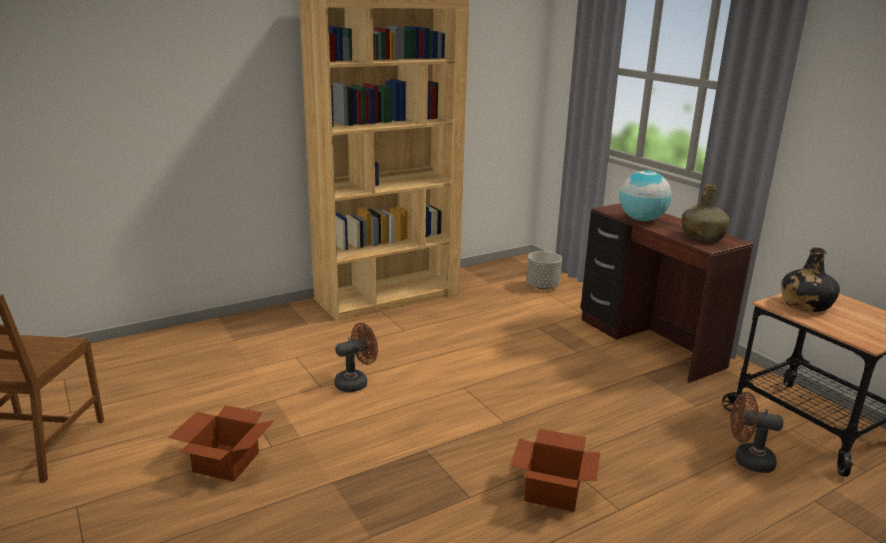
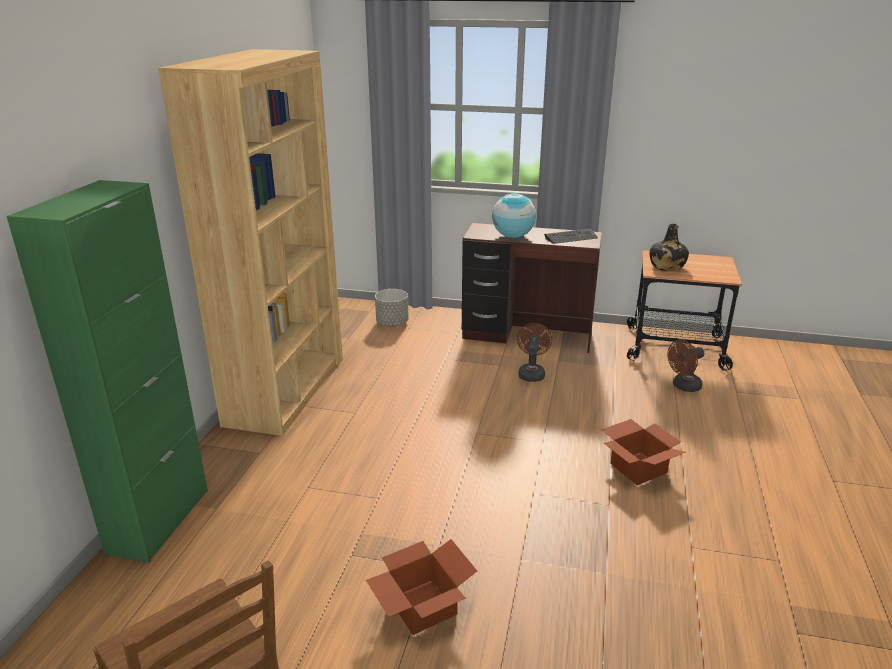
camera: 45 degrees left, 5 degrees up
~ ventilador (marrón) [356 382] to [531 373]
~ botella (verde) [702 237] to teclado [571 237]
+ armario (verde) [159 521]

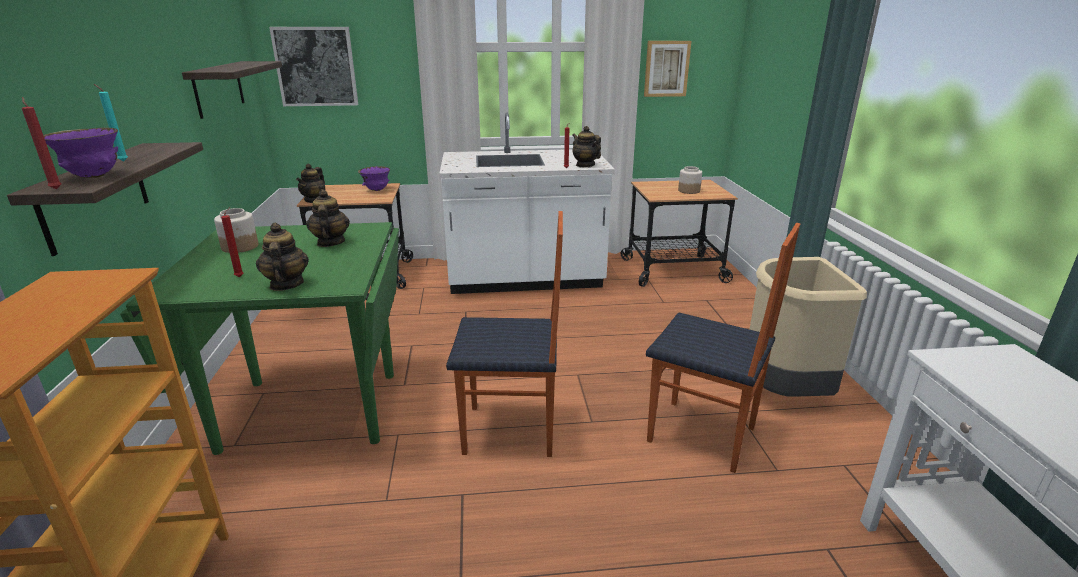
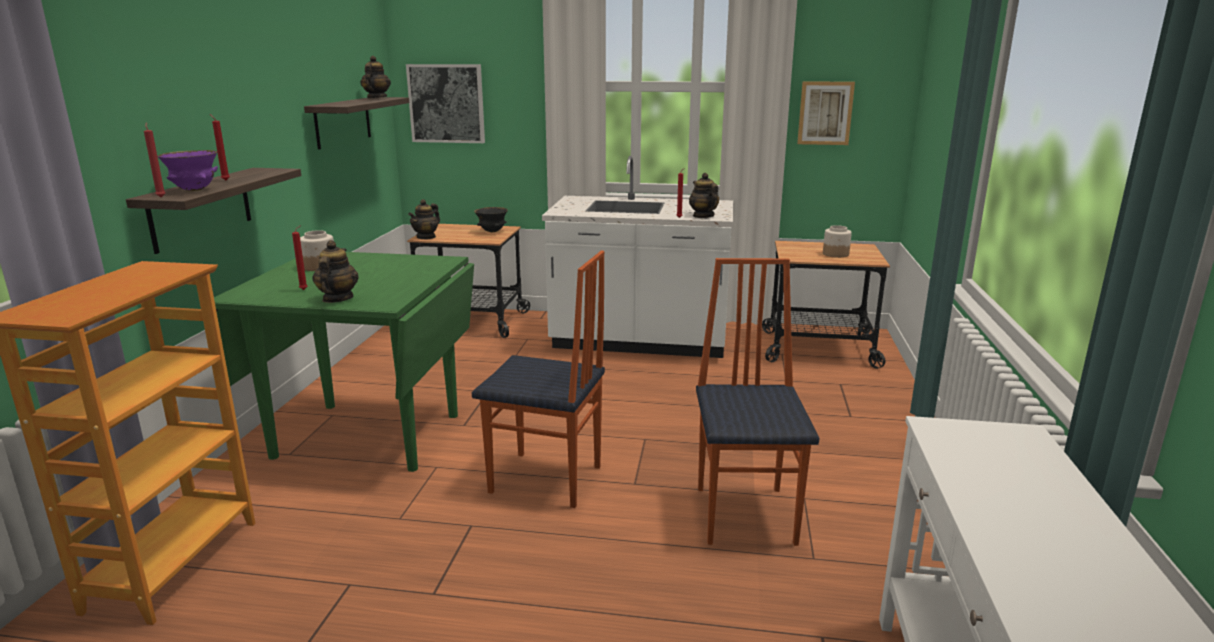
camera: 15 degrees right, 5 degrees down
~ vela (turquesa) [122 161] to vela (rojo) [225 180]
~ tetera [330 243] to [376 98]
~ cuenco (morado) [376 190] to cuenco (negro) [492 232]
~ silla [701 436] = [747 514] 135 degrees counterclockwise
- papelera (beis) [783 393]

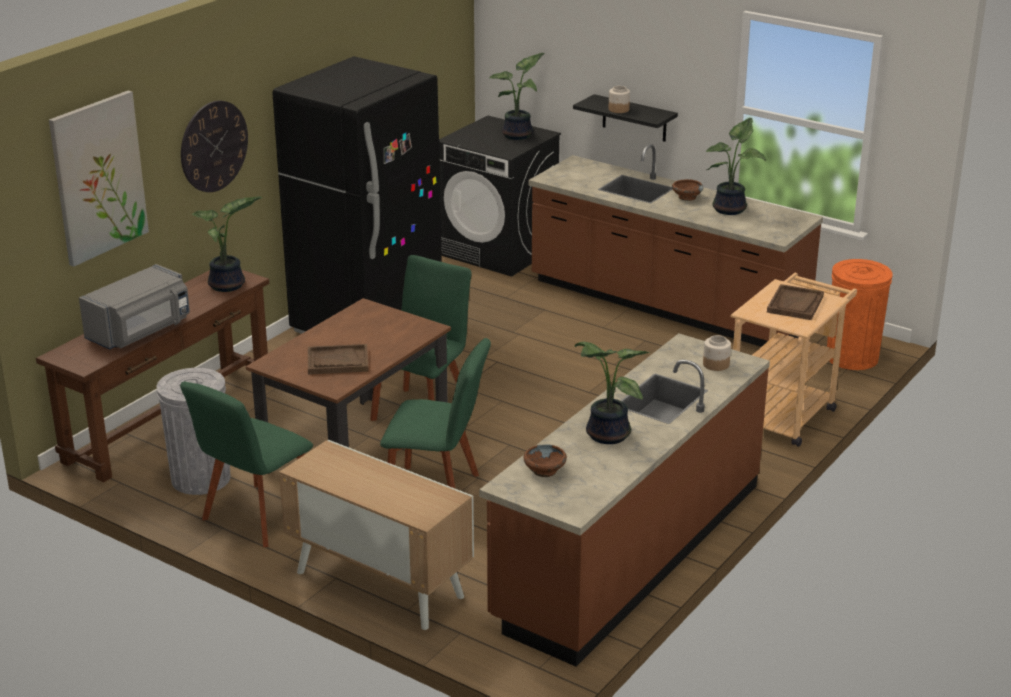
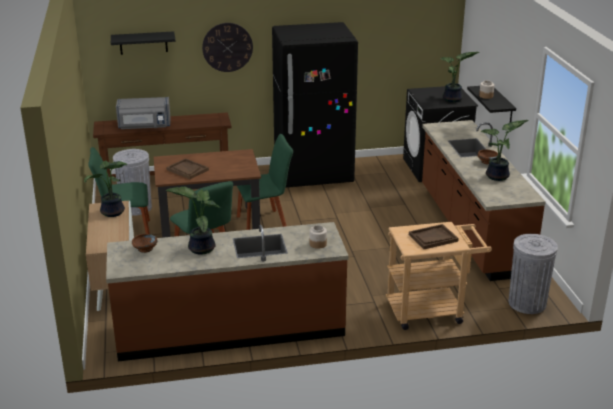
camera: 45 degrees right, 0 degrees up
~ cuadro [98 177] to estante (negro) [143 43]
~ planta en maceta [228 286] to [112 213]
~ papelera (naranja) [852 357] to papelera (gris) [527 303]

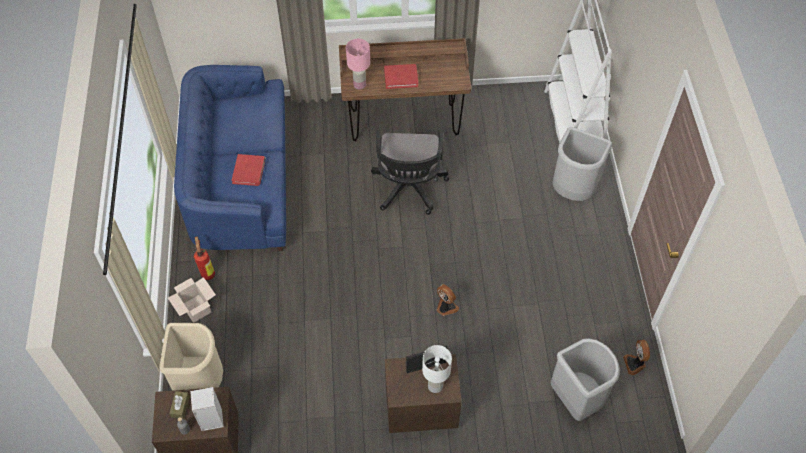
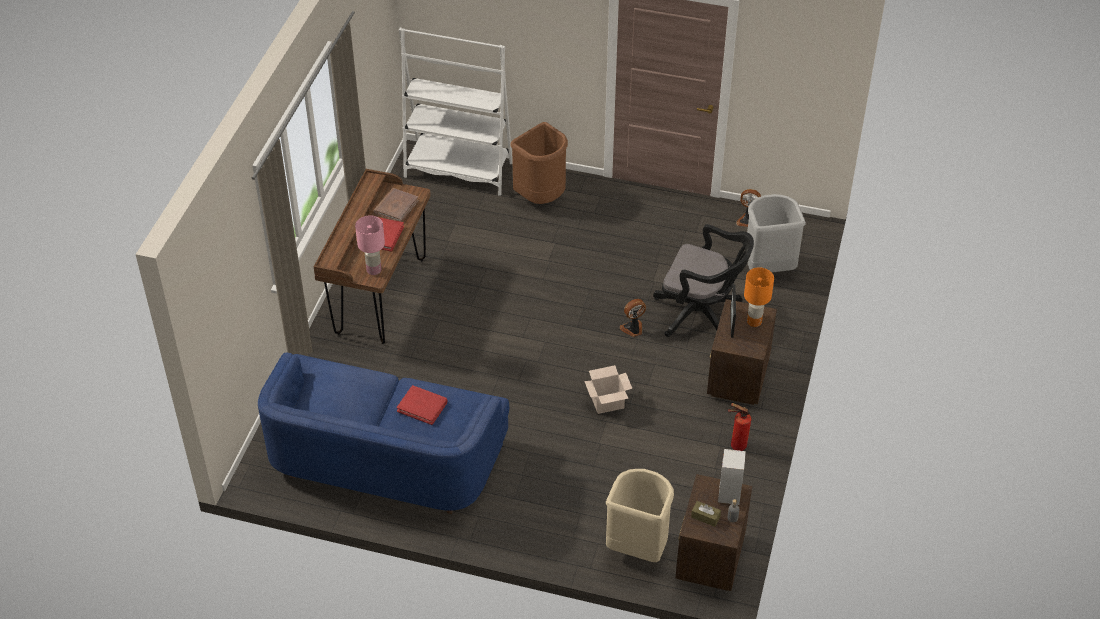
camera: 70 degrees left, 10 degrees down
~ caja de cartón [195 308] to [607 403]
~ extintor [208 273] to [736 445]
~ silla de oficina (negro) [408 190] to [701 314]
~ lámpara de mesa (blanco) [435 386] to lámpara de mesa (naranja) [754 321]
~ papelera (gris) [573 191] to papelera (marrón) [541 198]
+ libro (marrón) [396 207]

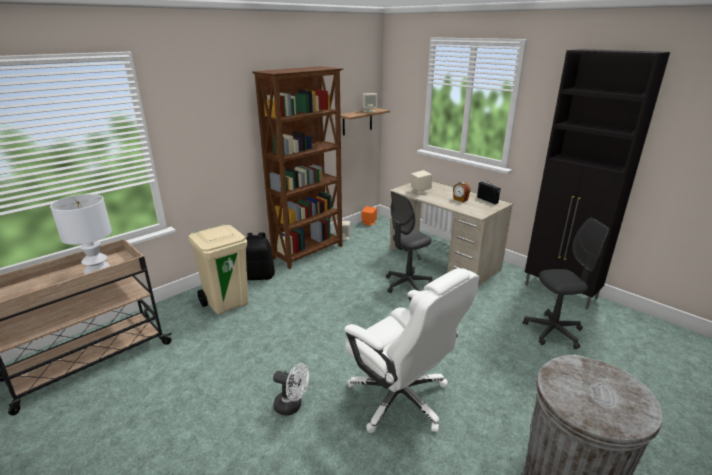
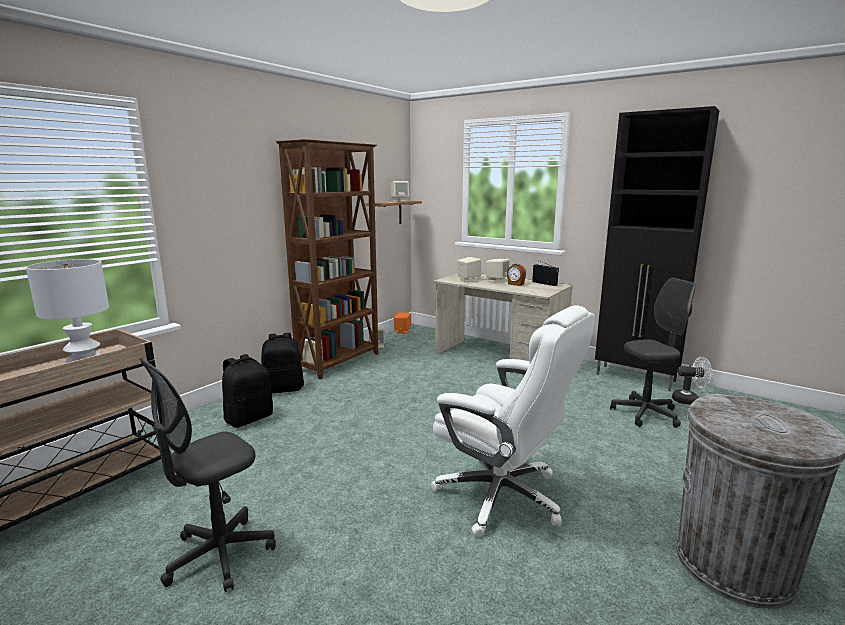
camera: 10 degrees left, 10 degrees down
~ papelera (beis) [227 303] to mochila (negro) [249 418]
~ ventilador (blanco) [292 406] to [689 400]
~ silla de oficina (gris) [407 285] to [220 555]
+ altavoz (beis) [497 281]

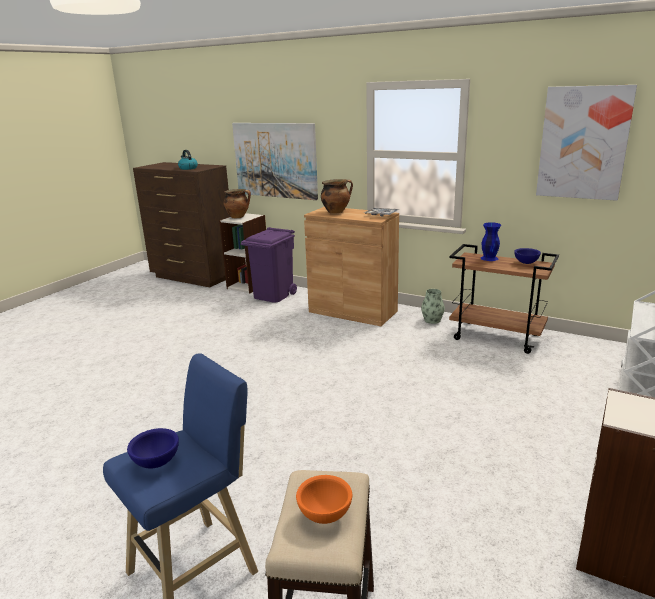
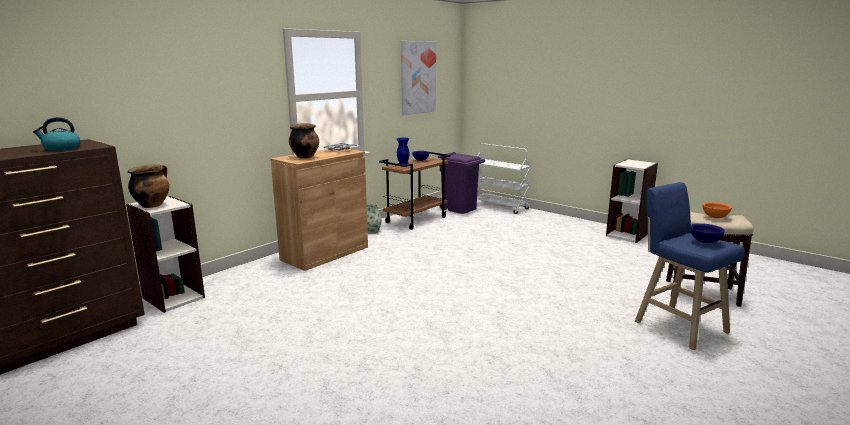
camera: 80 degrees left, 5 degrees down
- cuadro [275 160]
~ papelera (morado) [273 295] to [459 208]

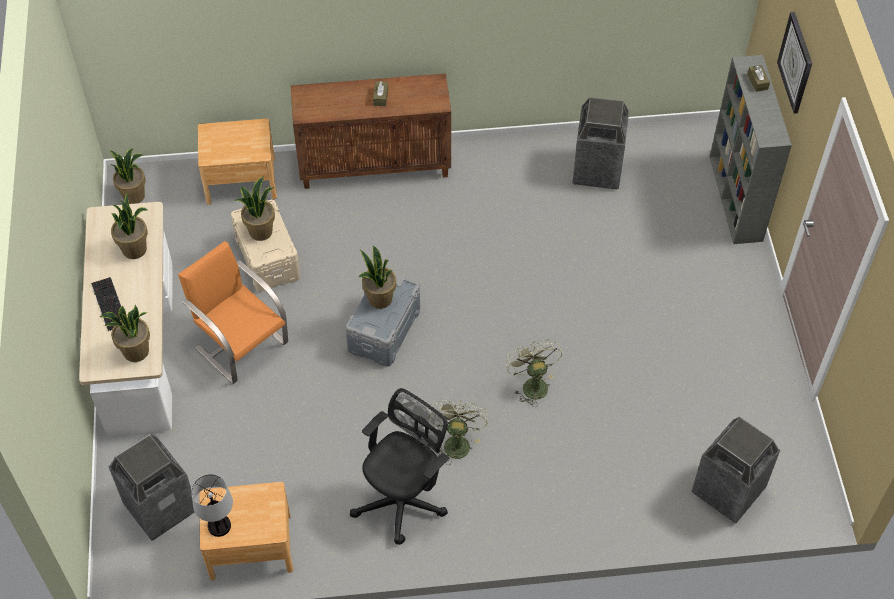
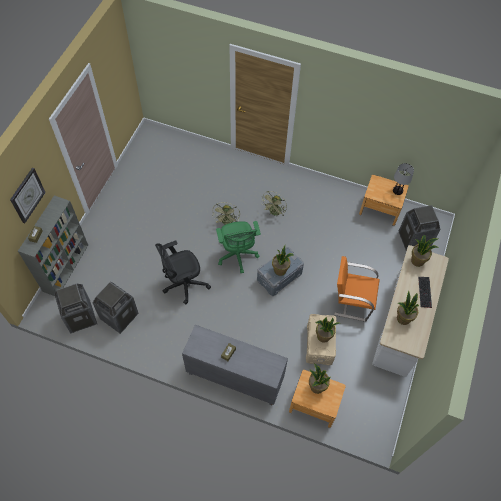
camera: 155 degrees left, 5 degrees up
~ planta en maceta [134 195] to [316 387]
~ silla (naranja) [241 344] = [351 301] 120 degrees clockwise
~ armario (marrón) [375 165] to armario (gris) [234 377]
~ silla de oficina (negro) [404 500] to [183 284]
~ papelera [728 491] to [81 317]
+ silla de oficina (verde) [237 255]

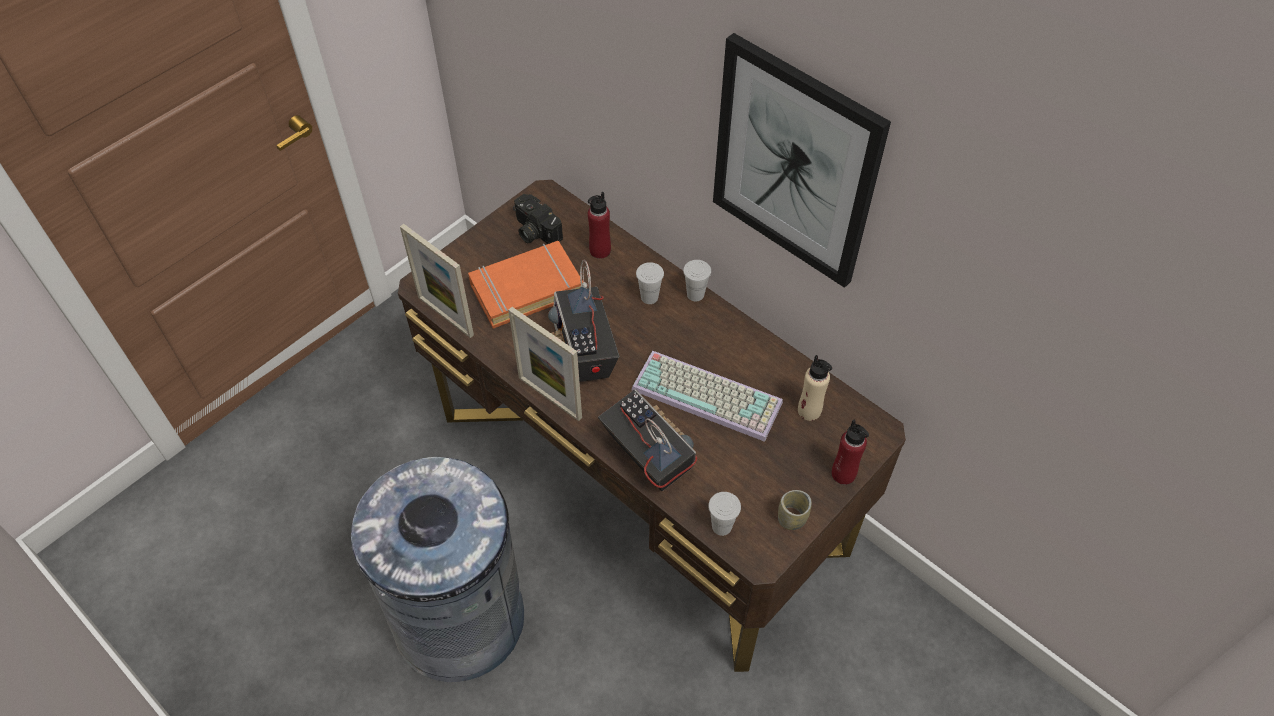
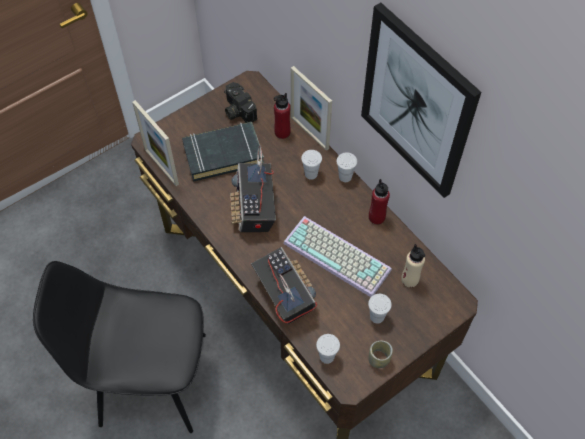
camera: 10 degrees right, 5 degrees up
~ papelera (gris) [460 619] to silla (negro) [149 378]
~ libro (naranja) [526 289] to libro (negro) [223 154]
~ portarretratos [550 397] to [309 133]
~ botella (rojo) [843 474] to [376 217]
+ taza (blanco) [377 317]

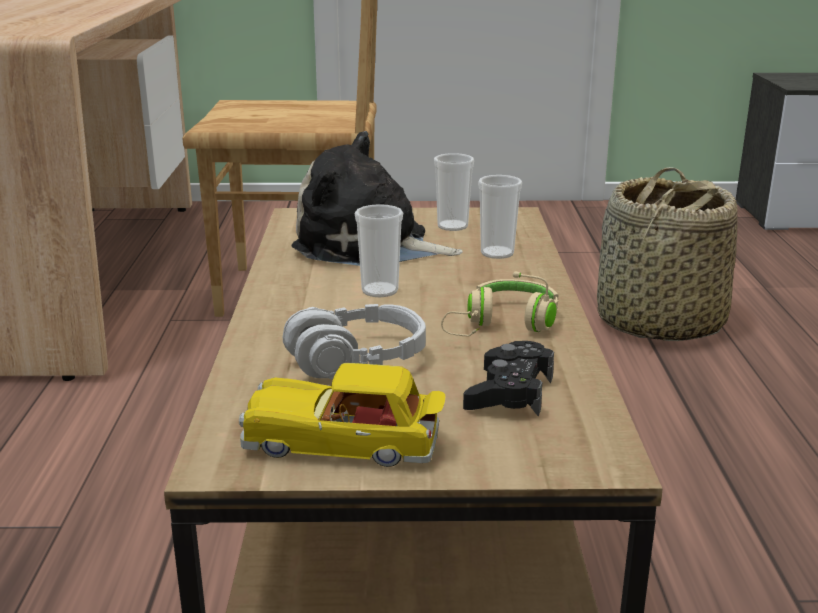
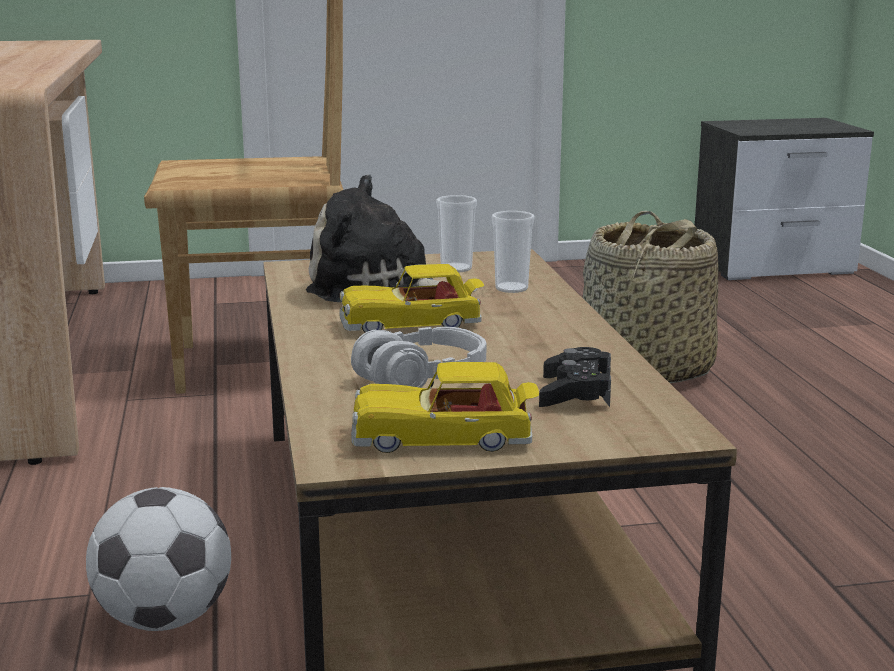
camera: 10 degrees left, 5 degrees down
~ taza [380 291] to coche de juguete [412 324]
- auriculares (beis) [504 325]
+ balón de fútbol [164 619]

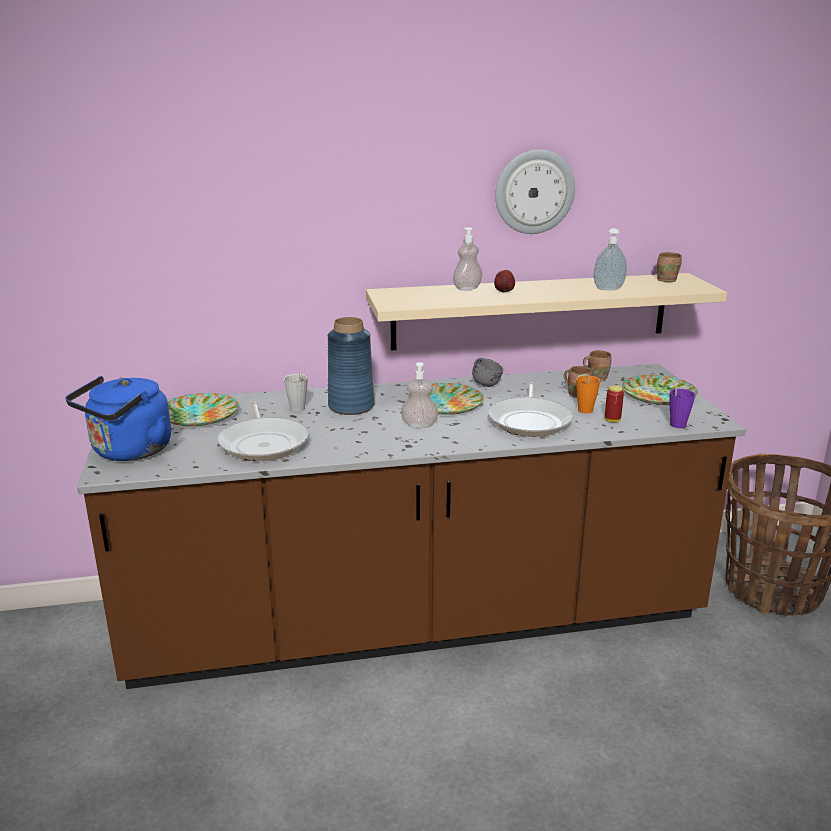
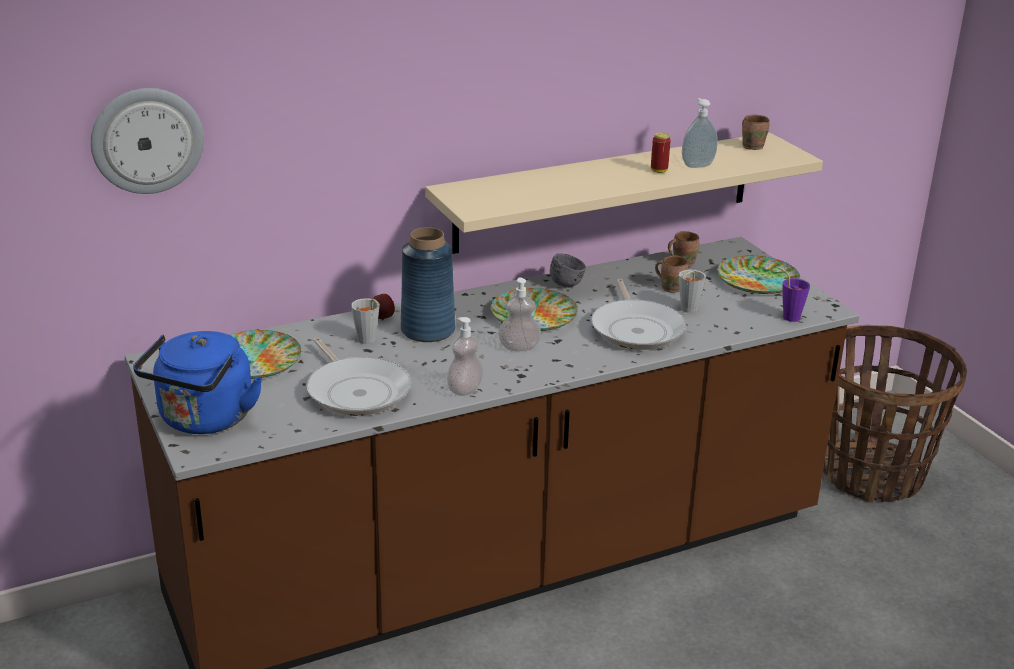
camera: 15 degrees left, 5 degrees up
~ dispensador de jabón [467 288] to [465 389]
~ manzana [504 292] to [382 318]
~ reloj de pared [534 192] to [147 140]
~ taza (naranja) [582 411] to taza (gris) [686 310]
~ lata [612 420] to [659 171]

